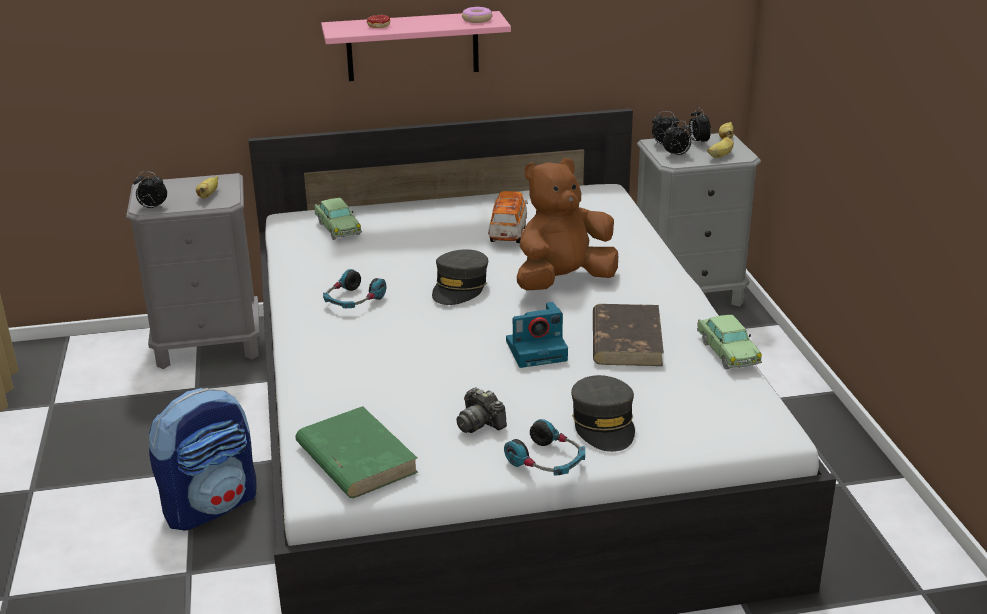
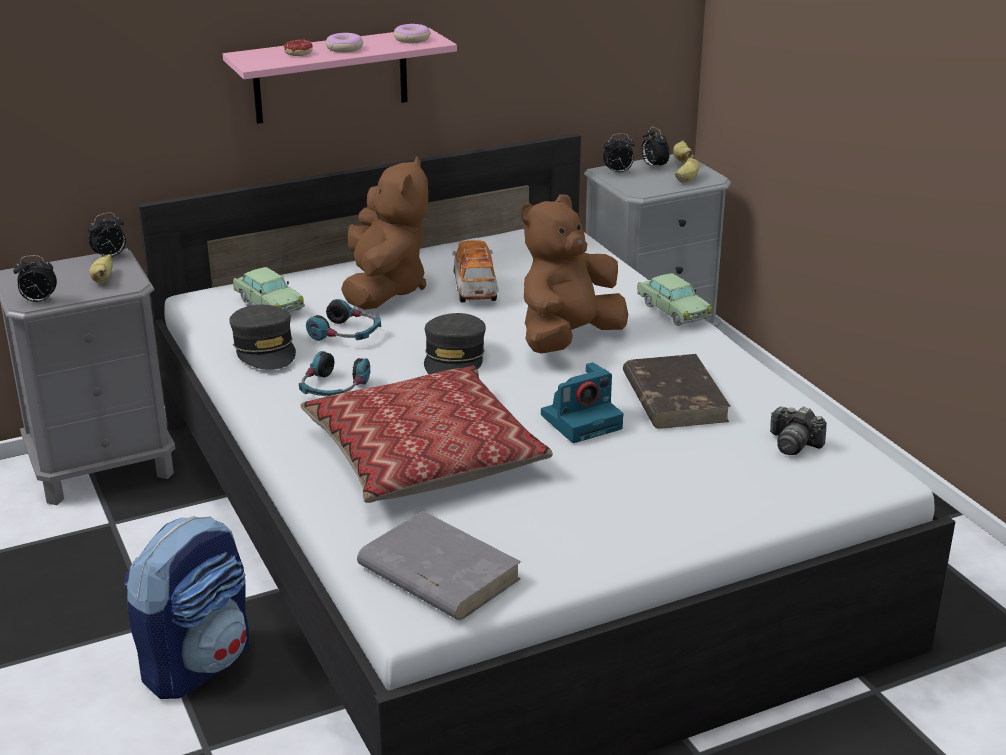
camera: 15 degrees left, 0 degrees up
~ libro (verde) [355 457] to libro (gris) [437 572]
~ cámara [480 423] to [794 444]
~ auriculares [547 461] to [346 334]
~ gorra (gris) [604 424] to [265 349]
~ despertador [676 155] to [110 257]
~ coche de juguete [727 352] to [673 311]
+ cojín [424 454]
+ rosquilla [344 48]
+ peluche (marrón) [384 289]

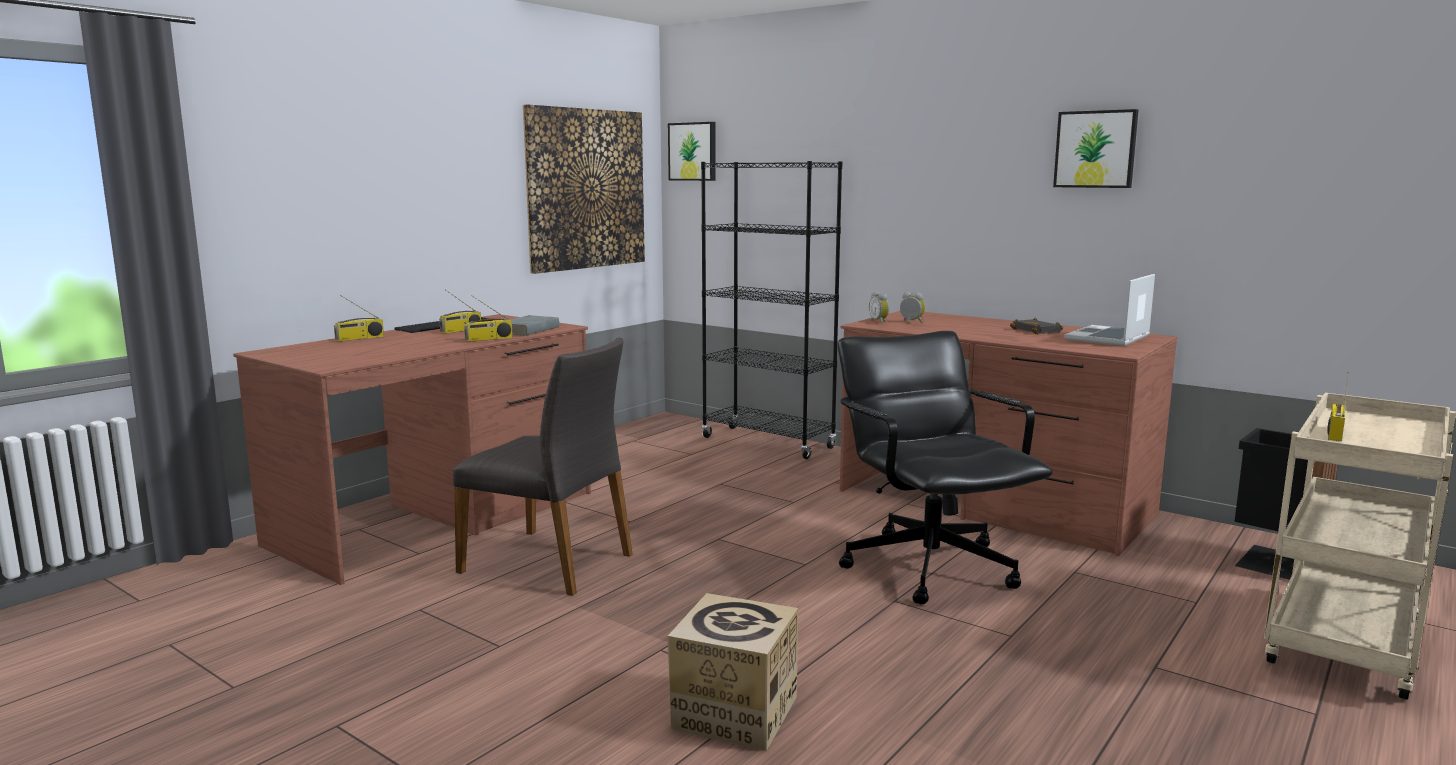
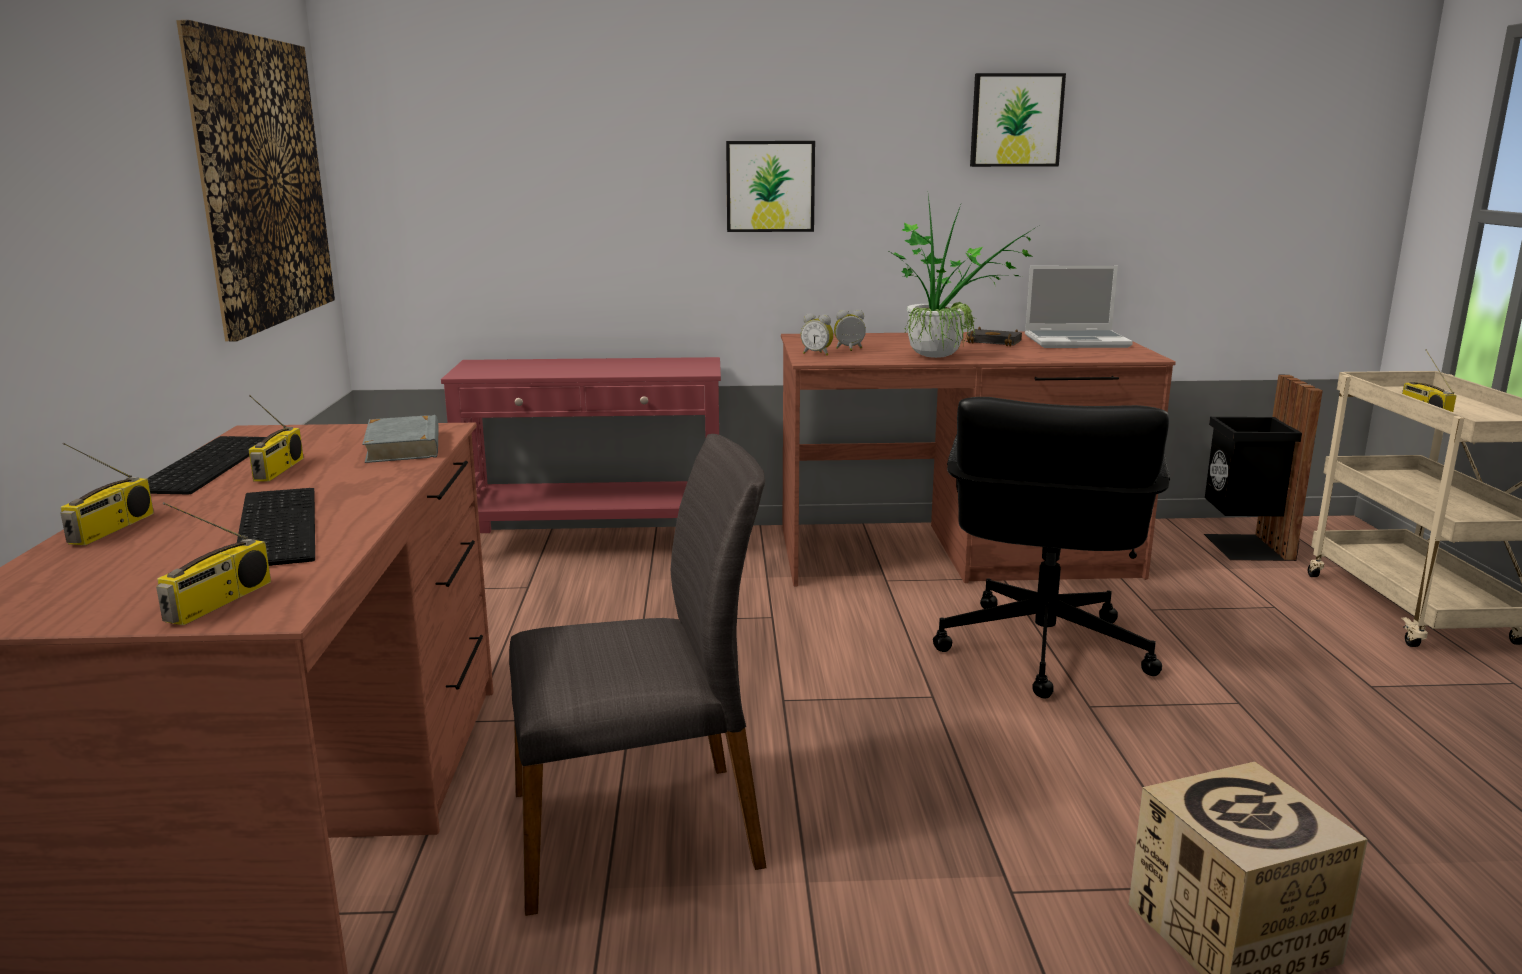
camera: 40 degrees left, 5 degrees up
~ radio [488 339] to [219 602]
~ cuadro [693 151] to [770 186]
~ estantería (negro) [768 443] to mesa consola (rojo) [597 544]
~ silla de oficina (negro) [930 566] = [1041 650] 105 degrees counterclockwise
~ portátil [1108 338] = [1077 341] 90 degrees counterclockwise
+ teclado [273 526]
+ planta en maceta [944 355]

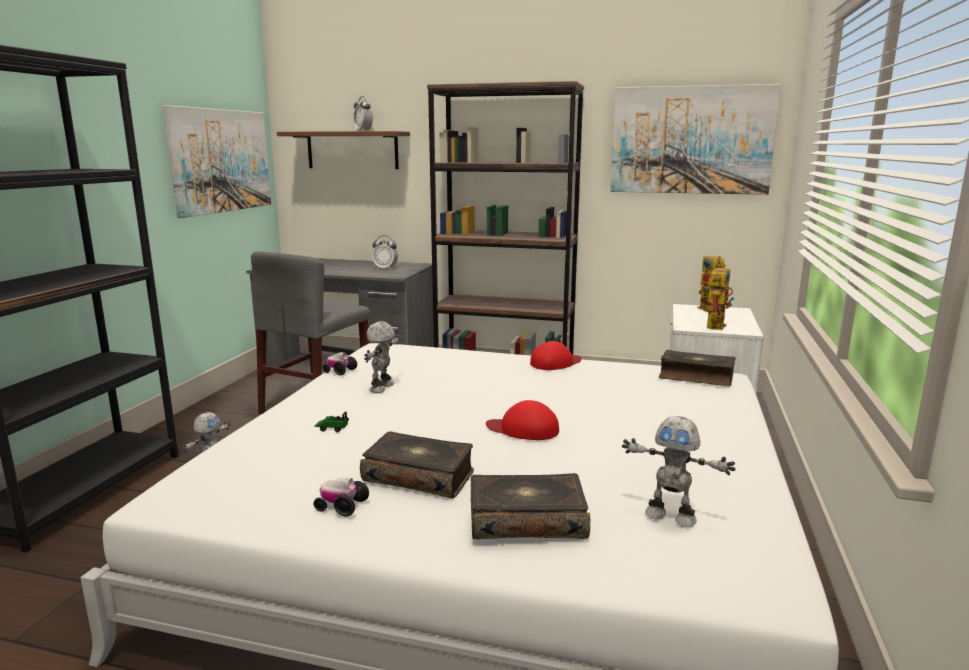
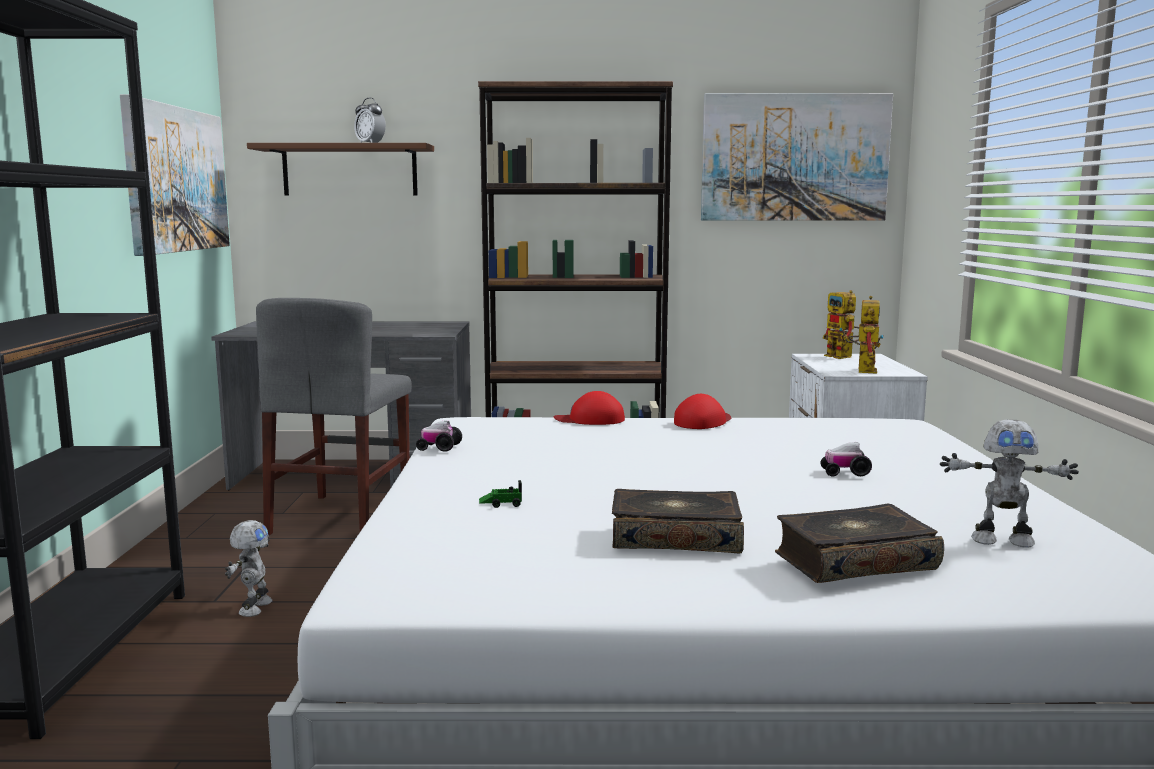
camera: 15 degrees left, 5 degrees down
~ coche de juguete [341 507] to [845 473]
- robot de juguete [383 387]
- despertador [385 269]
~ gorra (rojo) [523 429] to [590 419]
- libro [696 377]

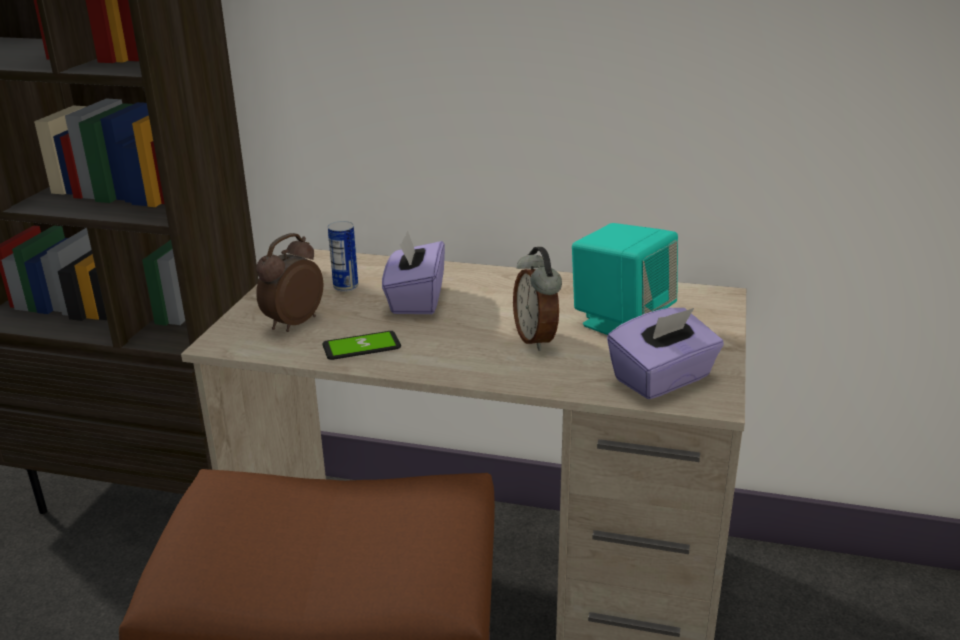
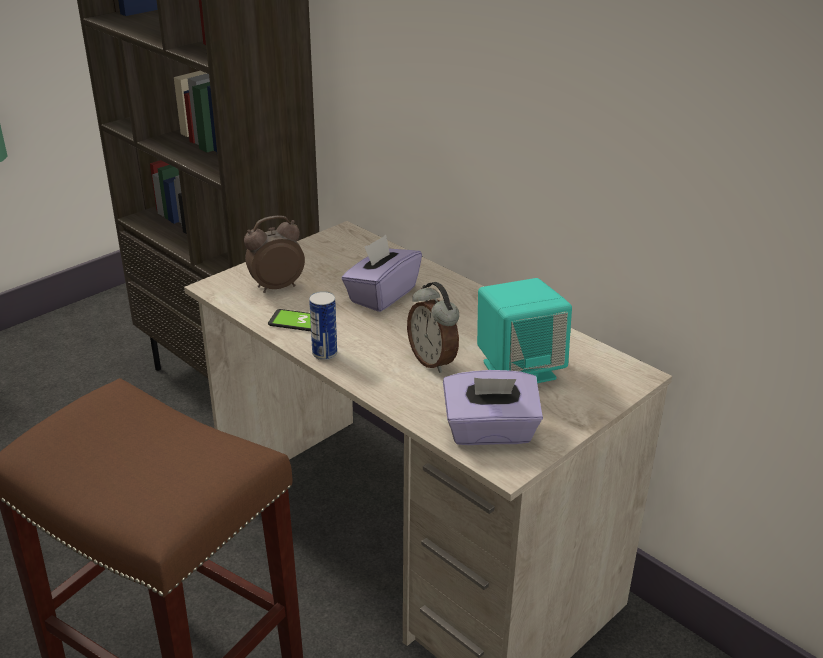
camera: 30 degrees right, 5 degrees up
~ lata [345 286] to [324 353]
~ despertador [537 339] = [433 361] 45 degrees counterclockwise

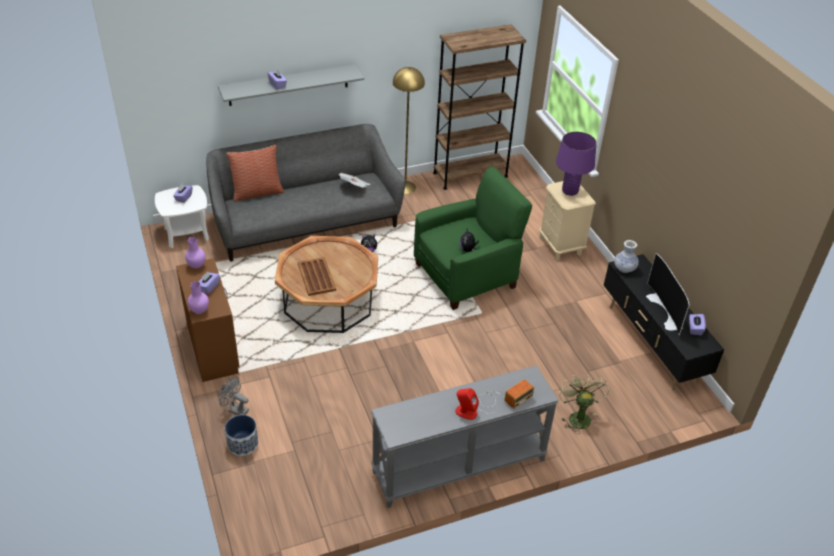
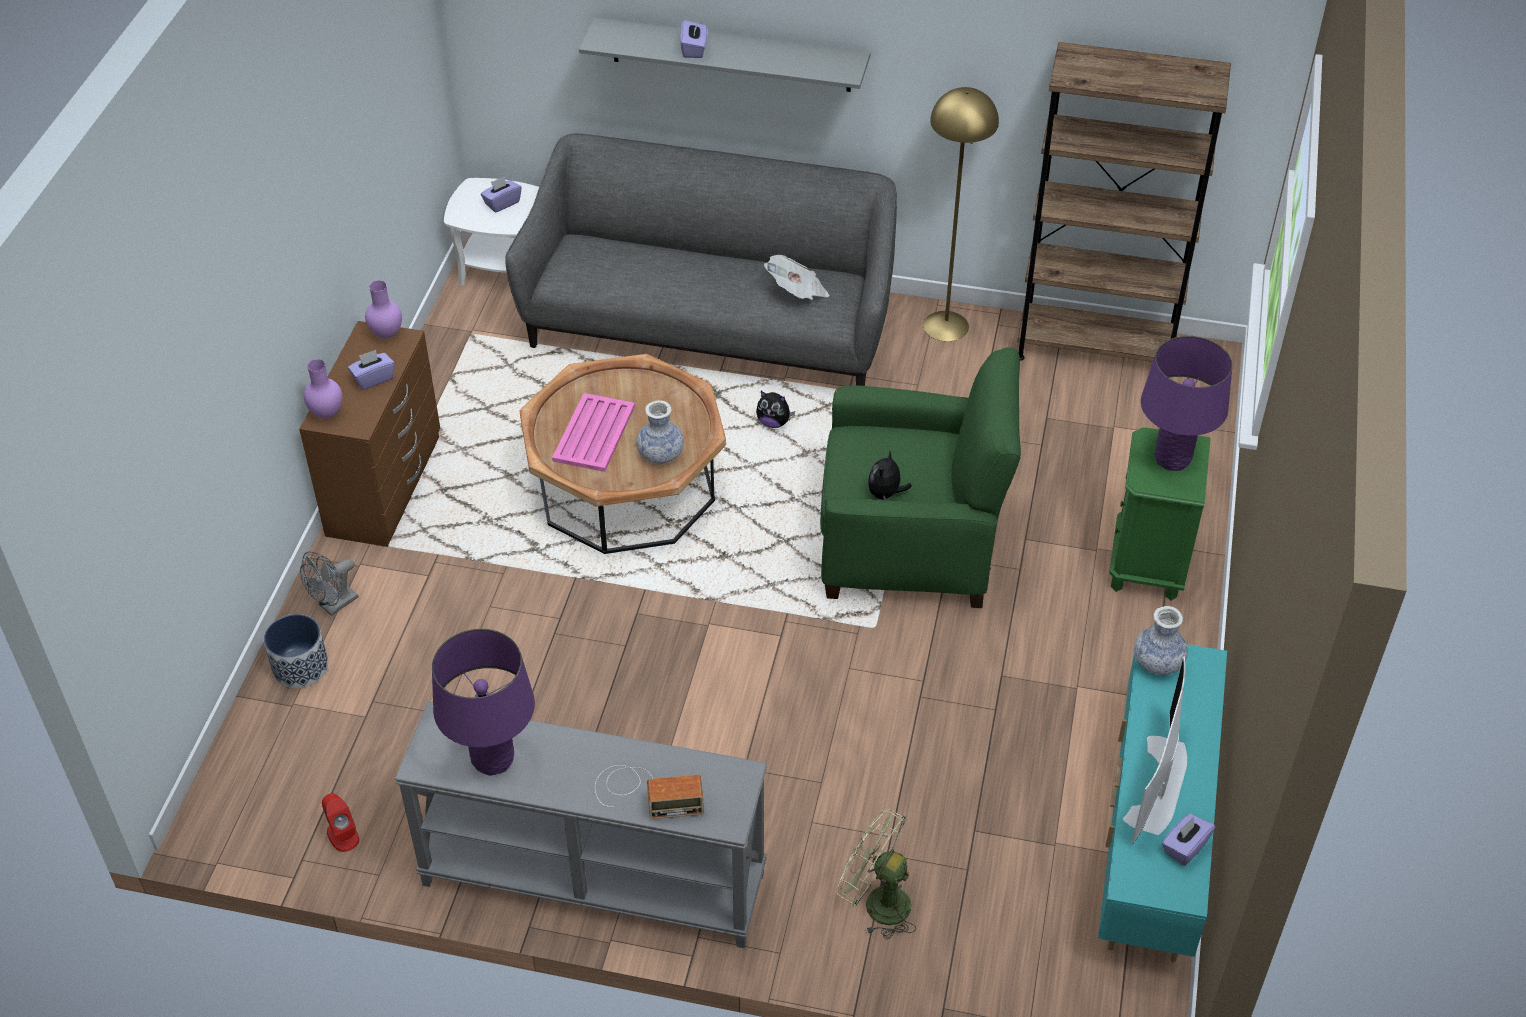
camera: 35 degrees right, 5 degrees up
~ ventilador (gris) [235 410] = [334 605] 105 degrees counterclockwise
- cojín [257 192]
~ bandeja (marrón) [316 277] to bandeja (rosa) [593 434]
~ altavoz (rojo) [466 412] to [342 835]
~ mesita de noche (beis) [560 246] to mesita de noche (verde) [1148 564]
~ ventilador (verde) [577 416] = [877 902] 90 degrees counterclockwise
~ mueble de televisión (negro) [651 344] to mueble de televisión (turquesa) [1150 841]
+ lámpara de mesa (morado) [493 759]
+ florero [660 454]

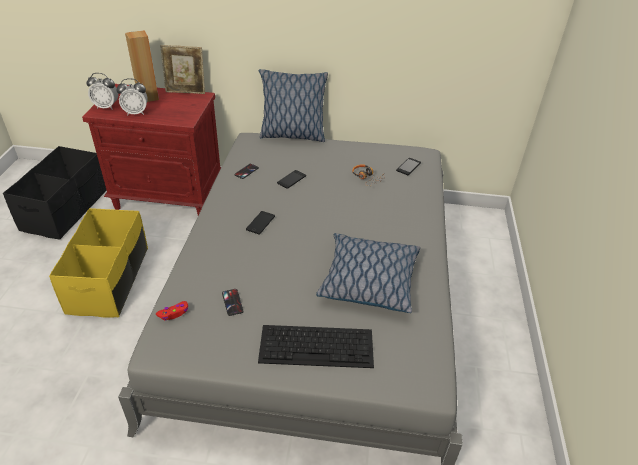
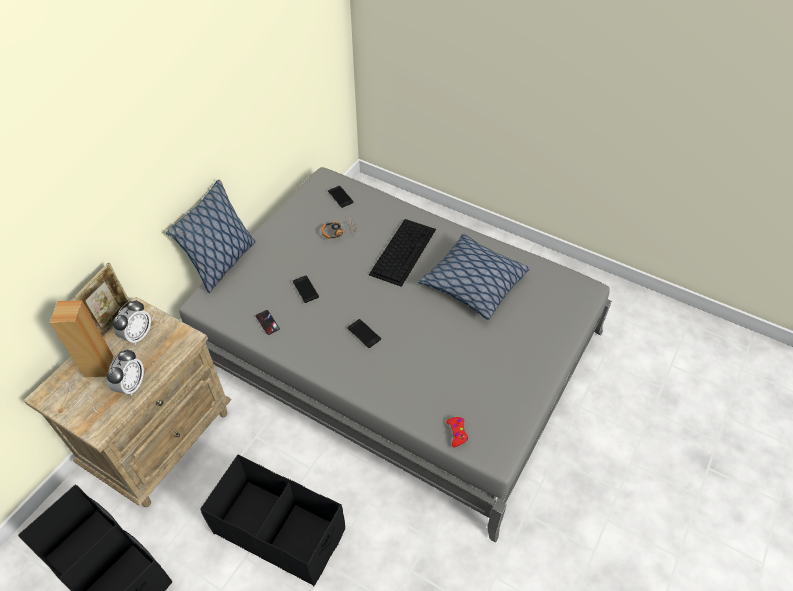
camera: 65 degrees left, 10 degrees up
~ caja de almacenaje (amarillo) [109 279] to caja de almacenaje (negro) [280 530]
~ mesita de noche (rojo) [169 196] to mesita de noche (beis) [161 439]
~ despertador [106 107] to [138 335]
- móvil [232 302]
~ teclado [317 345] to [403 251]

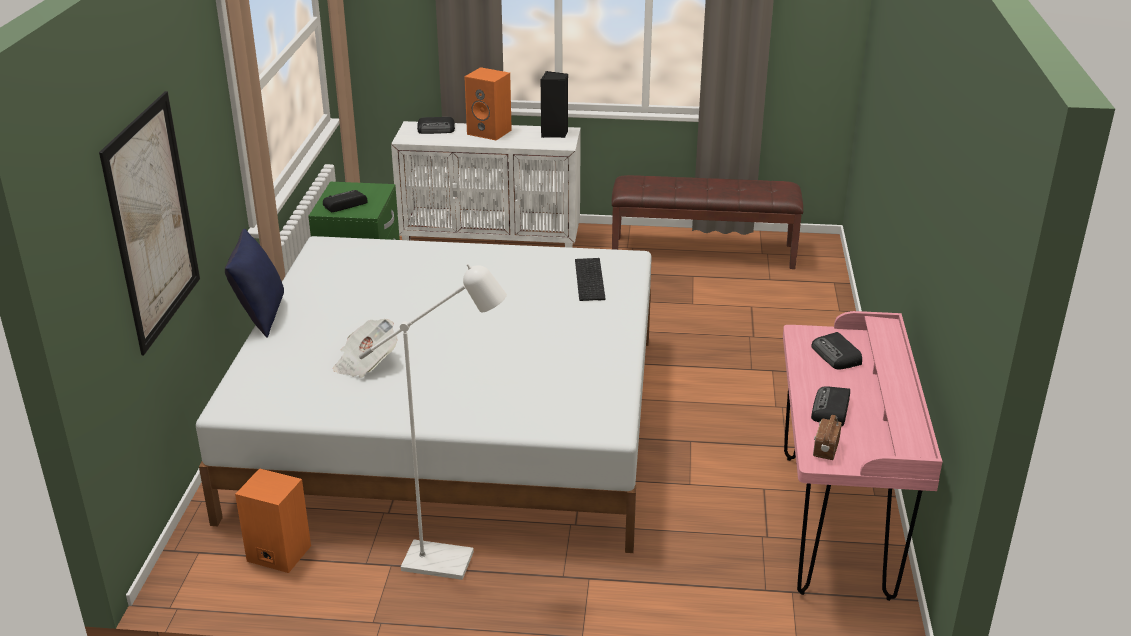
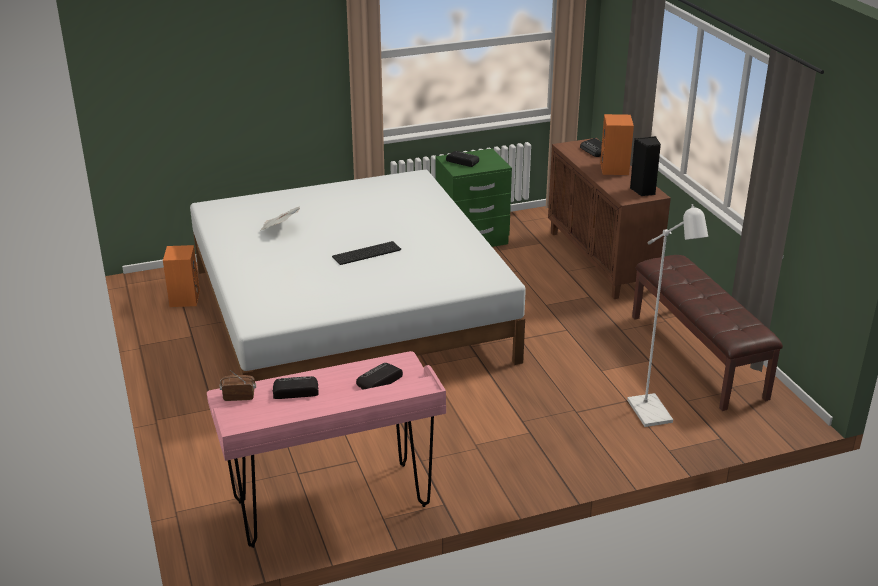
camera: 65 degrees right, 0 degrees up
- cuadro [153 221]
- cojín (azul) [260 317]
~ lámpara de pie (blanco) [450 562] to [653 417]
~ armario (blanco) [492 243] to armario (marrón) [601 261]
~ teclado [591 280] to [366 254]

